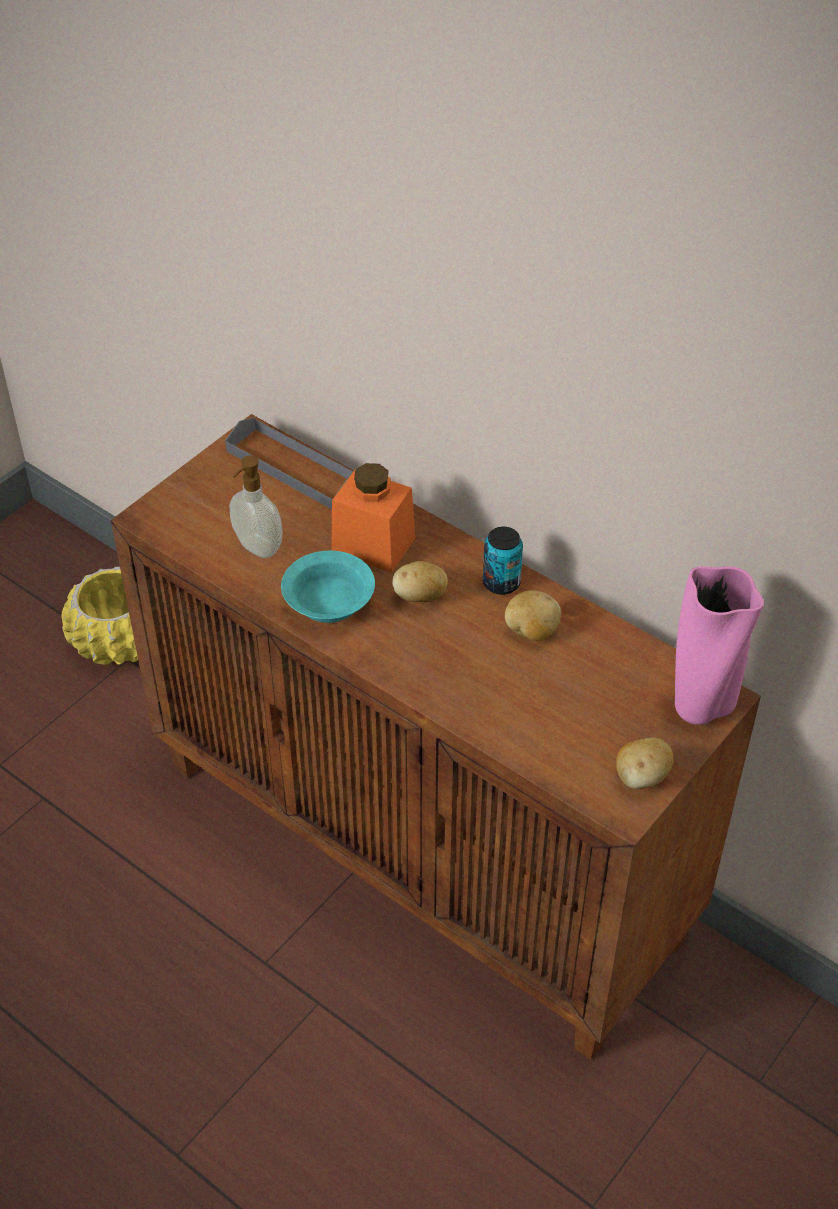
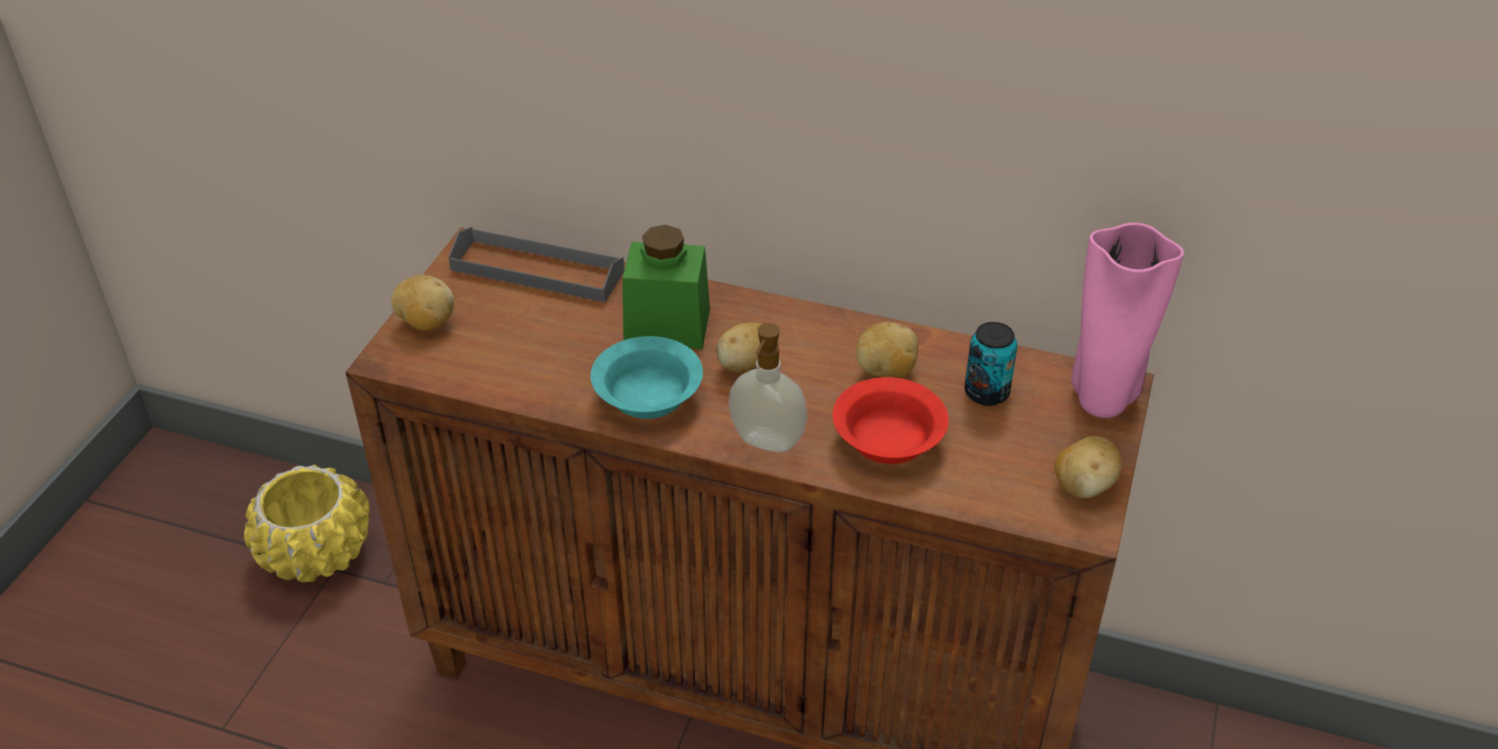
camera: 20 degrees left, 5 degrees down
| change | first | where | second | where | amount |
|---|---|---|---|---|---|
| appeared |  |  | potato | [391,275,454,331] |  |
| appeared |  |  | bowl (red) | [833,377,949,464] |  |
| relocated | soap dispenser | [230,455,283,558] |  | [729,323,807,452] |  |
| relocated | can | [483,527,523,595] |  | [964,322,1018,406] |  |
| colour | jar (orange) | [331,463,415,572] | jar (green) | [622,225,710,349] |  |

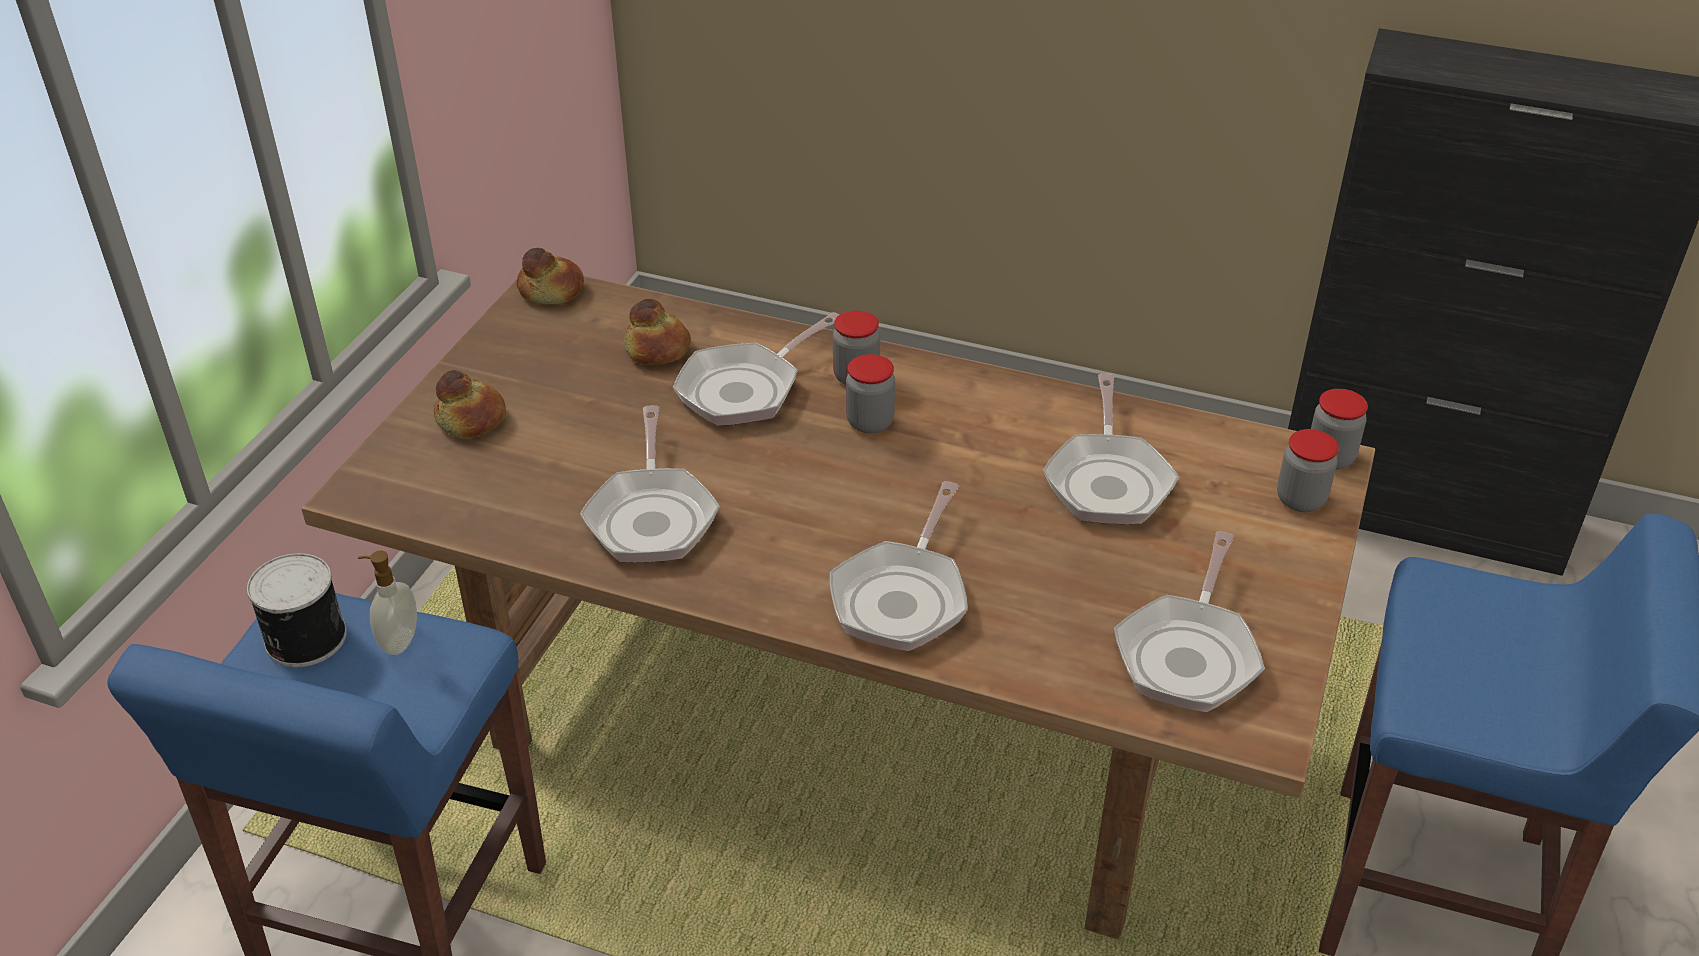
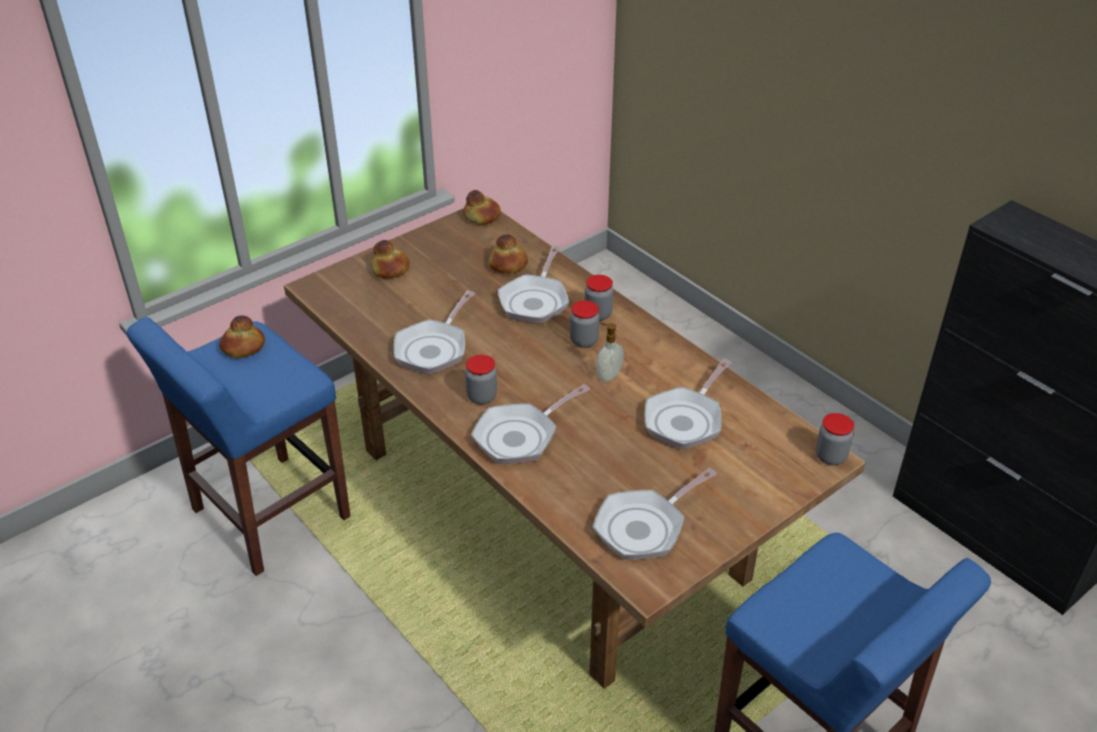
camera: 30 degrees right, 0 degrees up
| change | first | where | second | where | amount |
|---|---|---|---|---|---|
| relocated | soap dispenser | [358,551,417,655] |  | [596,323,624,382] |  |
| relocated | jar | [1277,429,1339,512] |  | [465,355,497,404] |  |
| exchanged | can | [247,553,347,667] | bread | [219,315,265,358] |  |
| spun | frying pan | [673,312,839,426] |  | [498,245,569,324] | 60 degrees counterclockwise |

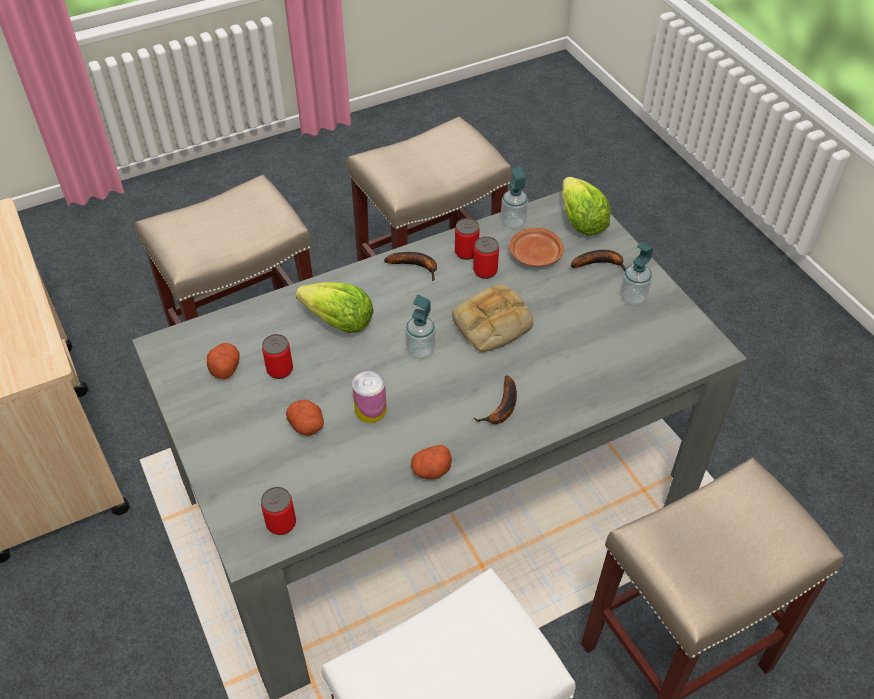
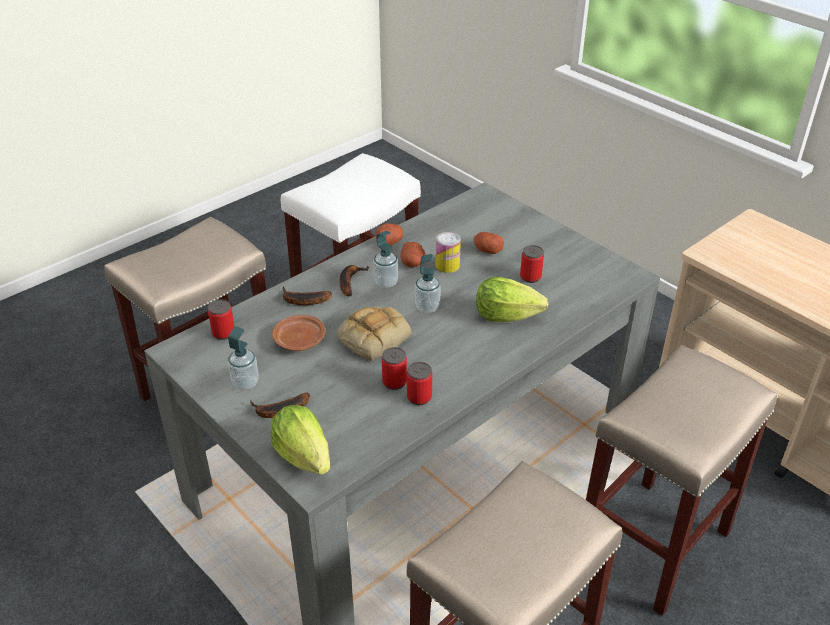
camera: 165 degrees right, 10 degrees down
| change | first | where | second | where | amount |
|---|---|---|---|---|---|
| relocated | potato | [207,343,240,379] |  | [401,242,425,267] |  |
| relocated | can | [261,487,296,535] |  | [208,299,235,340] |  |
| relocated | banana | [384,252,437,281] |  | [283,286,332,305] |  |
| relocated | soap dispenser | [501,167,528,228] |  | [374,231,398,288] |  |
| relocated | plate (brown) | [509,228,564,267] |  | [272,315,325,351] |  |

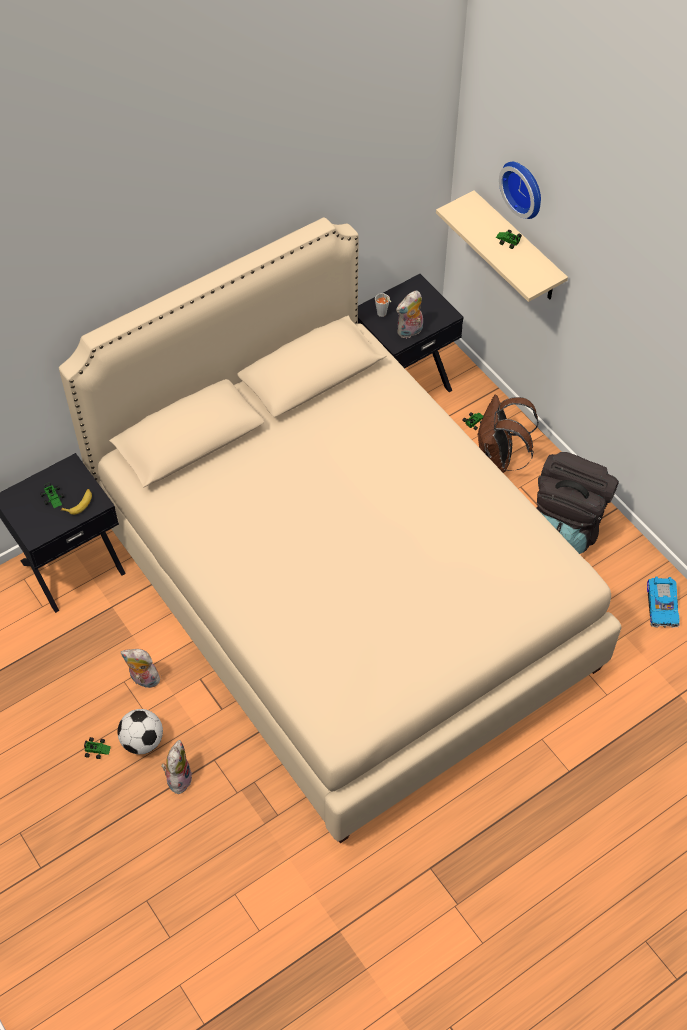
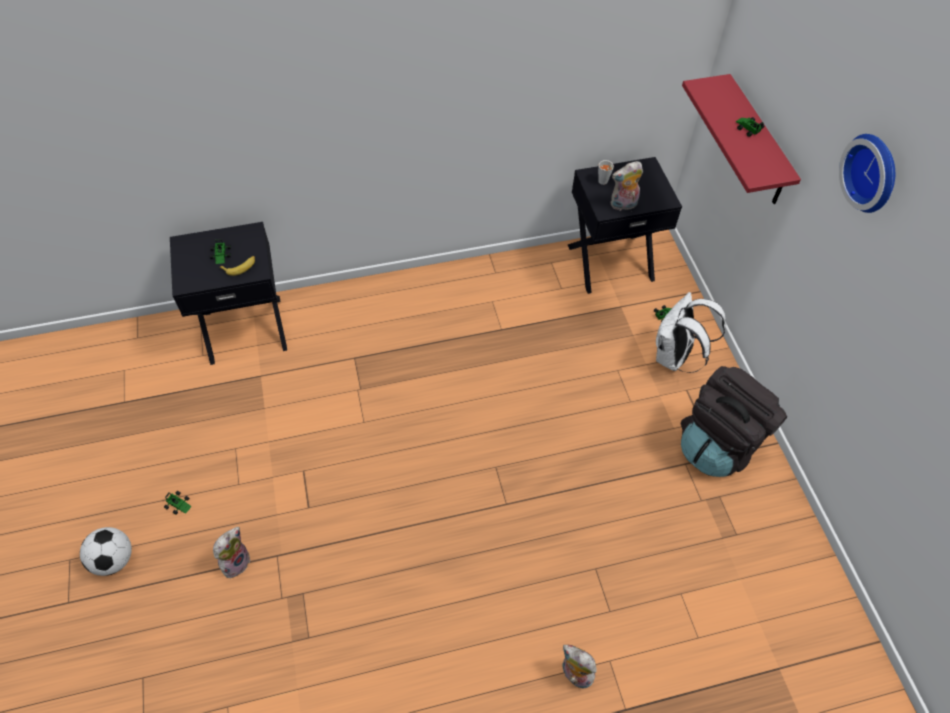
camera: 20 degrees right, 0 degrees up
| change | first | where | second | where | amount |
|---|---|---|---|---|---|
| missing | bed (beige) | [59,217,622,843] |  |  |  |
| missing | toy car | [647,576,680,628] |  |  |  |
| relocated | football | [118,709,163,754] |  | [80,527,132,576] |  |
| relocated | plush toy | [121,649,160,688] |  | [562,645,597,689] |  |
| relocated | wall clock | [499,162,541,219] |  | [839,134,895,213] |  |
| colour | shelf (beige) | [436,190,568,302] | shelf (red) | [682,74,801,204] |  |
| colour | backpack (brown) | [477,395,539,473] | backpack (white) | [656,292,725,373] |  |

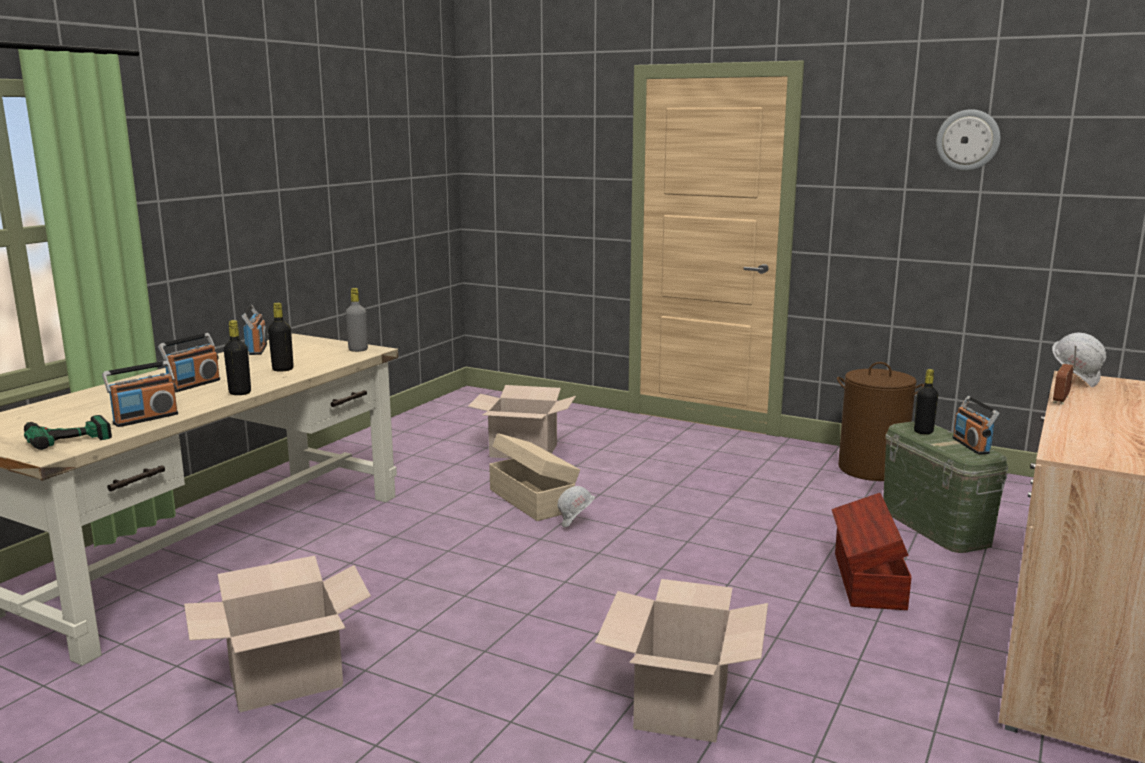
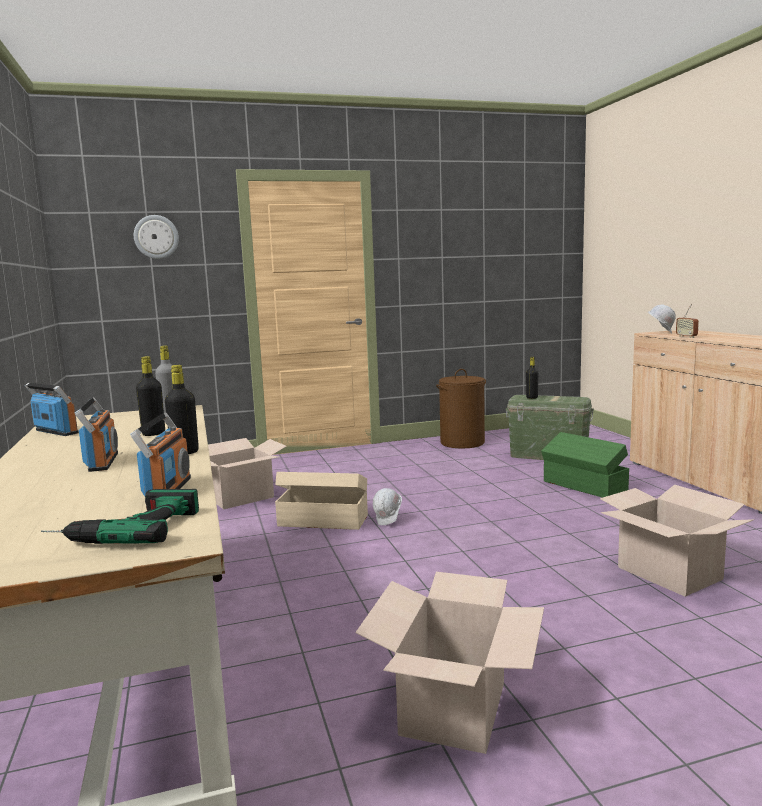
camera: 45 degrees left, 5 degrees down
| change | first | where | second | where | amount |
|---|---|---|---|---|---|
| missing | radio | [952,396,999,454] |  |  |  |
| relocated | wall clock | [936,109,1000,171] |  | [134,215,179,259] |  |
| colour | storage box (brown) | [832,493,912,610] | storage box (green) | [541,432,629,498] |  |

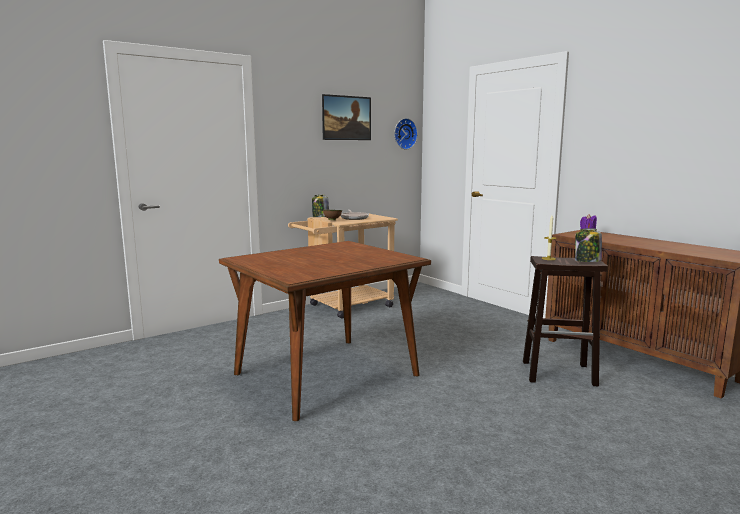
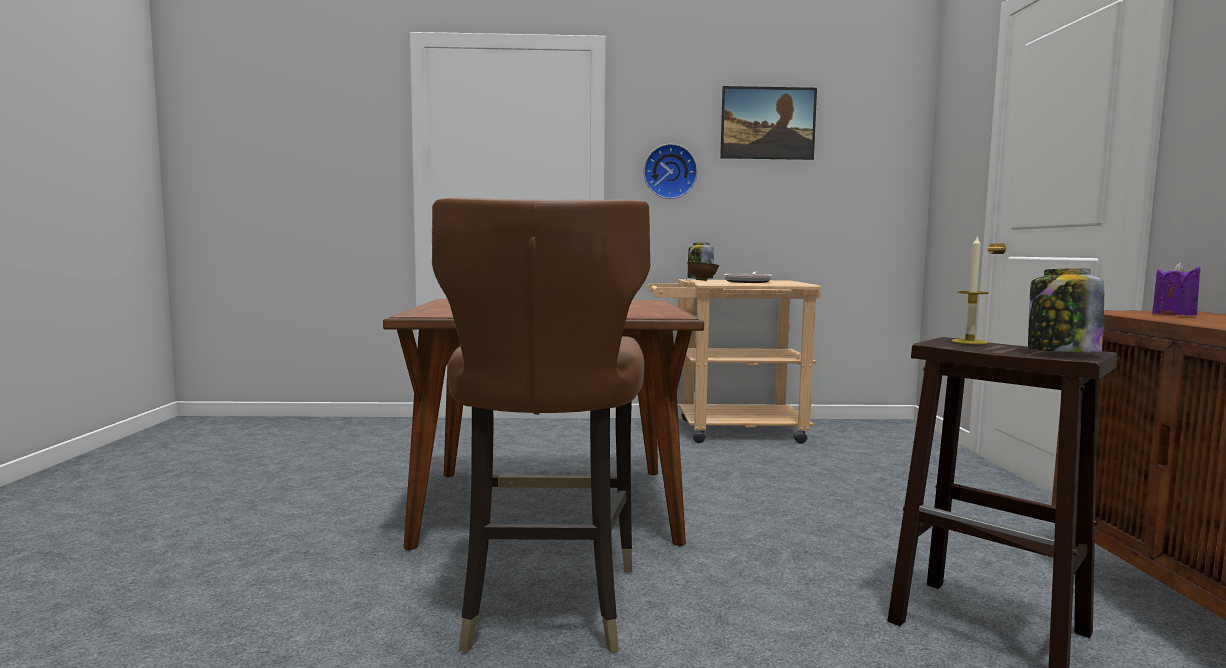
camera: 35 degrees right, 5 degrees down
| change | first | where | second | where | amount |
|---|---|---|---|---|---|
| appeared |  |  | chair (brown) | [432,197,650,653] |  |
| relocated | wall clock | [394,118,418,150] |  | [644,144,697,199] |  |

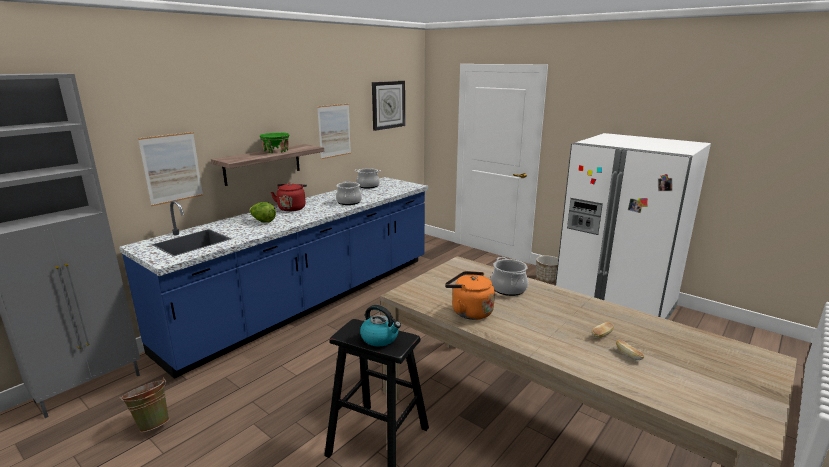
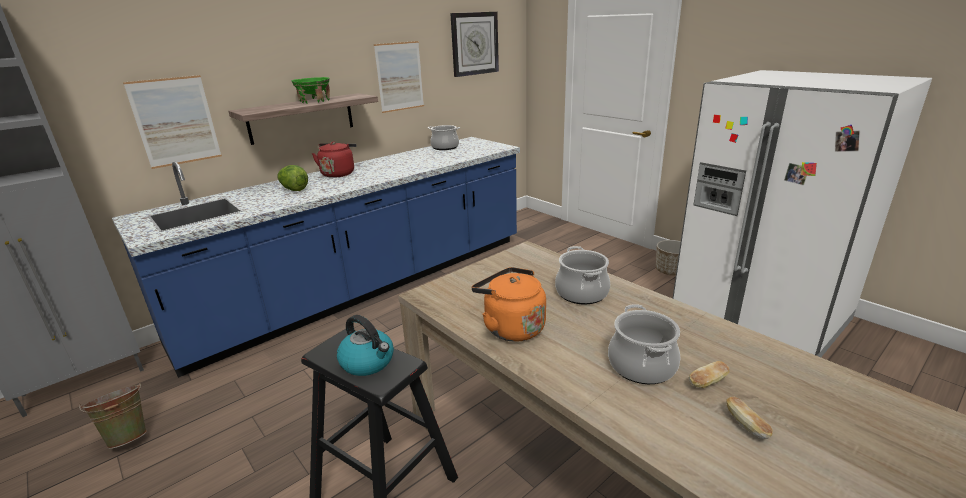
camera: 10 degrees right, 5 degrees up
| change | first | where | second | where | amount |
|---|---|---|---|---|---|
| relocated | cooking pot | [336,181,362,205] |  | [608,304,680,384] |  |

